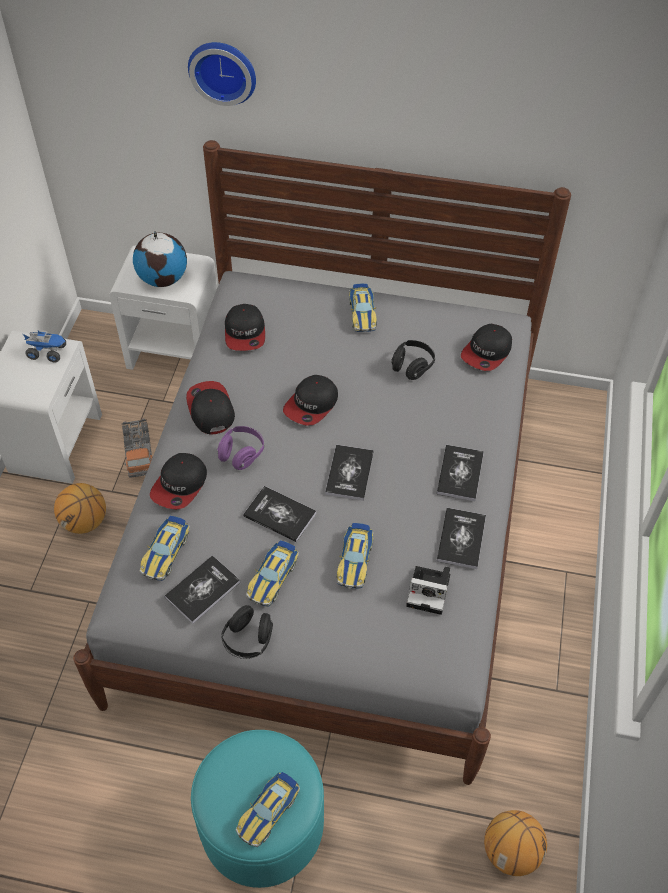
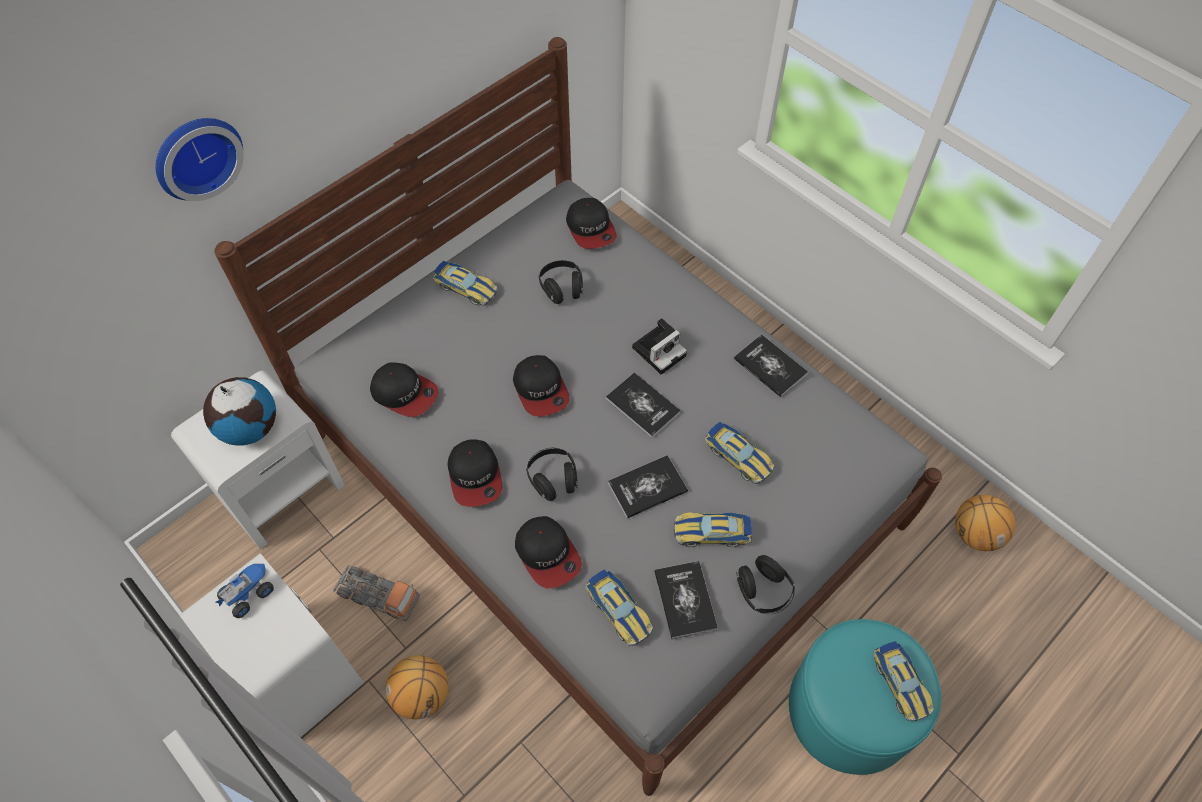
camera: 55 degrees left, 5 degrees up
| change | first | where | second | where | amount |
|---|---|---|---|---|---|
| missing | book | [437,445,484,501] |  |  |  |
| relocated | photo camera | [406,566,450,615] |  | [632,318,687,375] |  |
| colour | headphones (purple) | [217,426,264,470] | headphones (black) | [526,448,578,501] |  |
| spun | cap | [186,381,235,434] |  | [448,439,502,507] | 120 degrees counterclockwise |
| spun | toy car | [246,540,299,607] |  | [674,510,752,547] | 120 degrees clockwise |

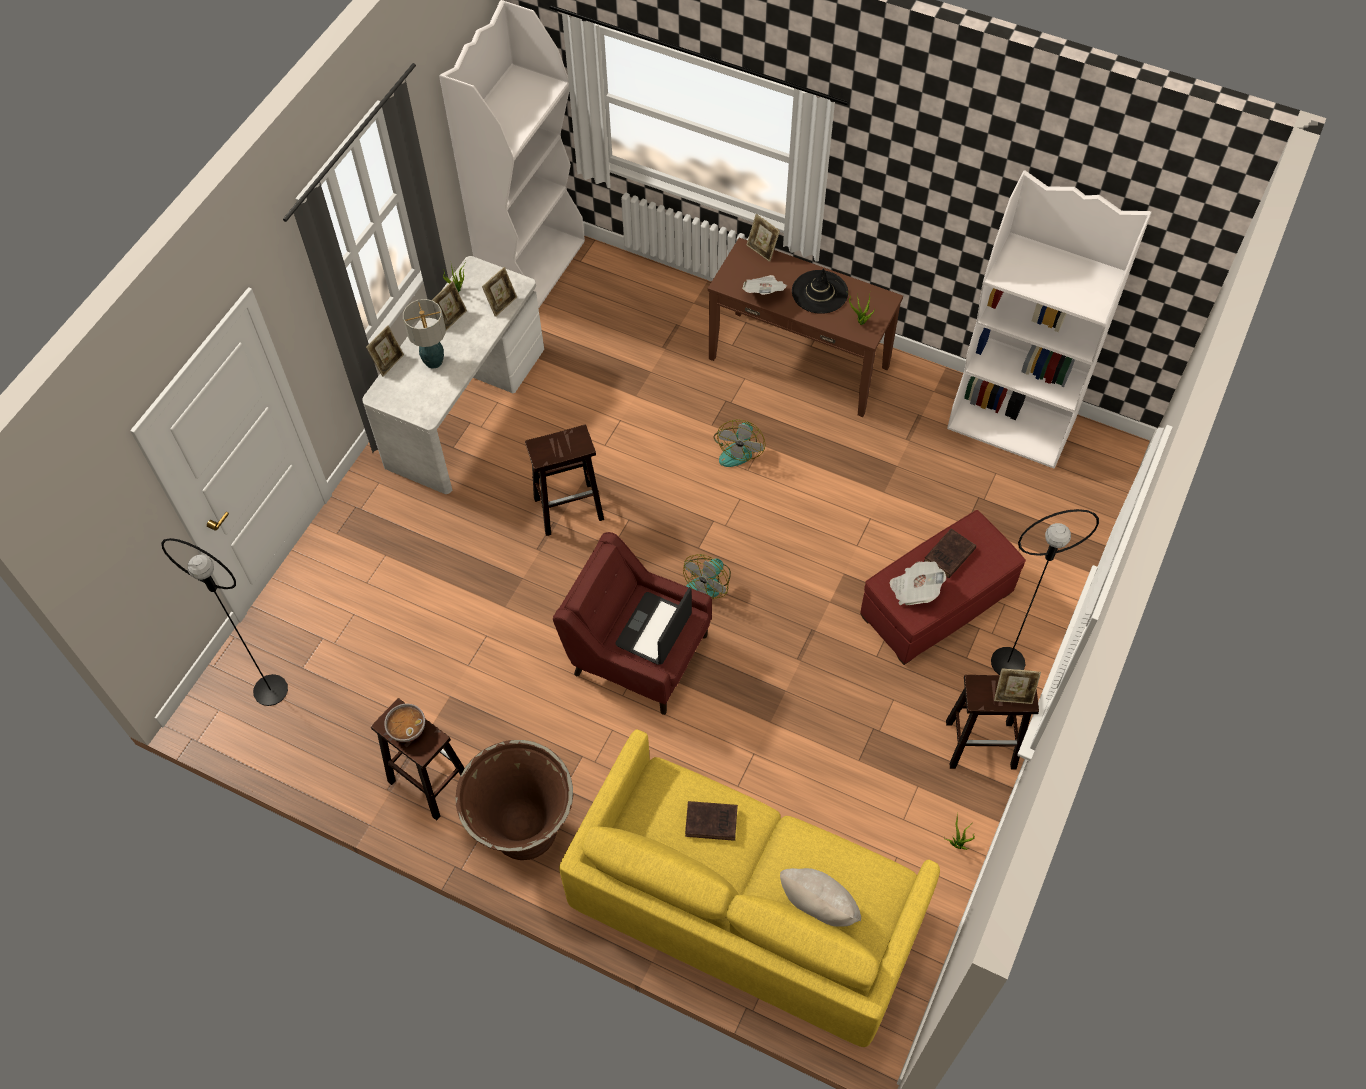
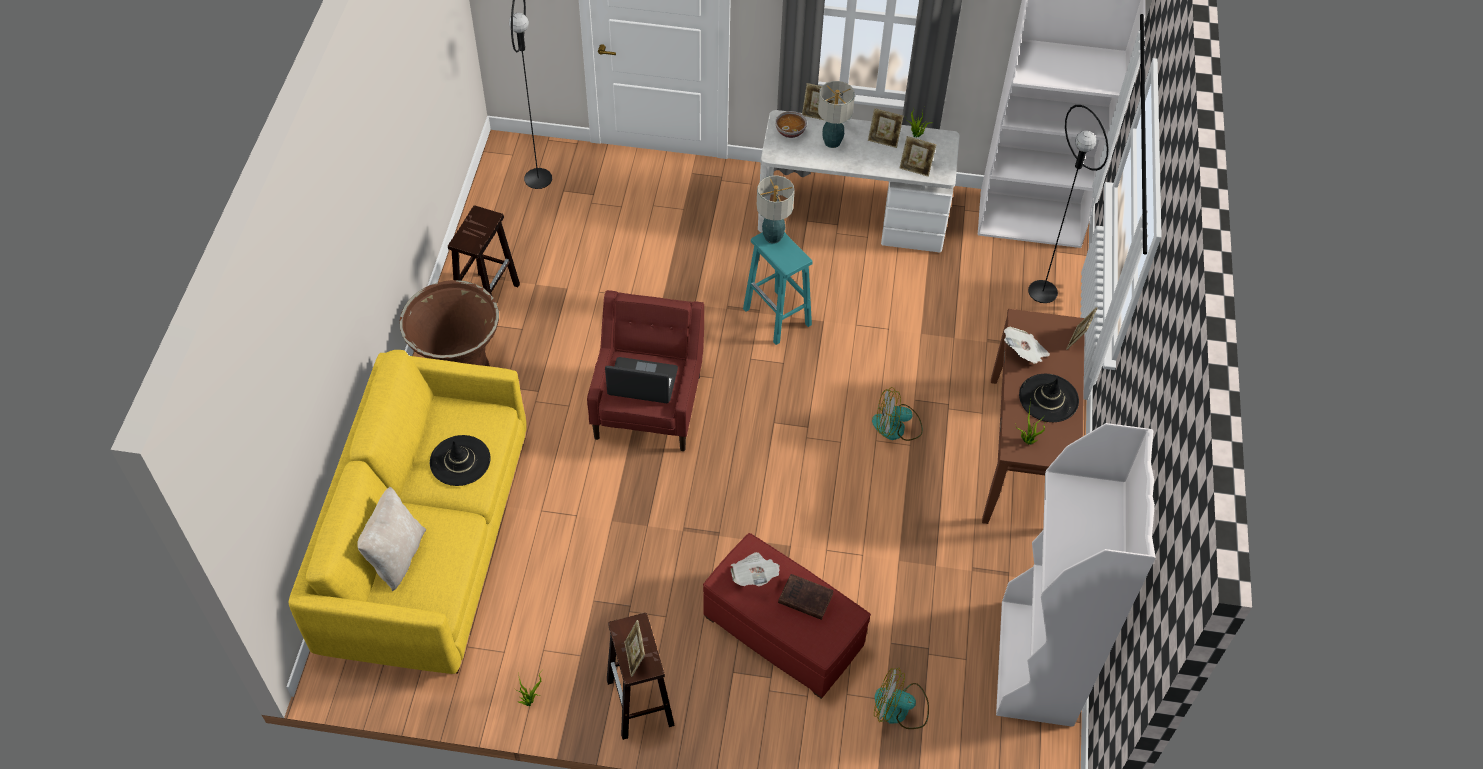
camera: 70 degrees right, 5 degrees down
| change | first | where | second | where | amount |
|---|---|---|---|---|---|
| appeared |  |  | table lamp | [757,175,795,244] |  |
| relocated | bowl | [384,704,425,742] |  | [775,111,807,138] |  |
| relocated | fan | [683,554,731,599] |  | [874,668,929,729] |  |
| relocated | floor lamp (black) | [991,509,1099,675] |  | [1028,105,1109,303] |  |
| exchanged | book (brown) | [685,801,738,841] | hat (black) | [430,435,491,486] |  |
| colour | stool (brown) | [525,425,604,536] | stool (turquoise) | [743,232,812,345] |  |

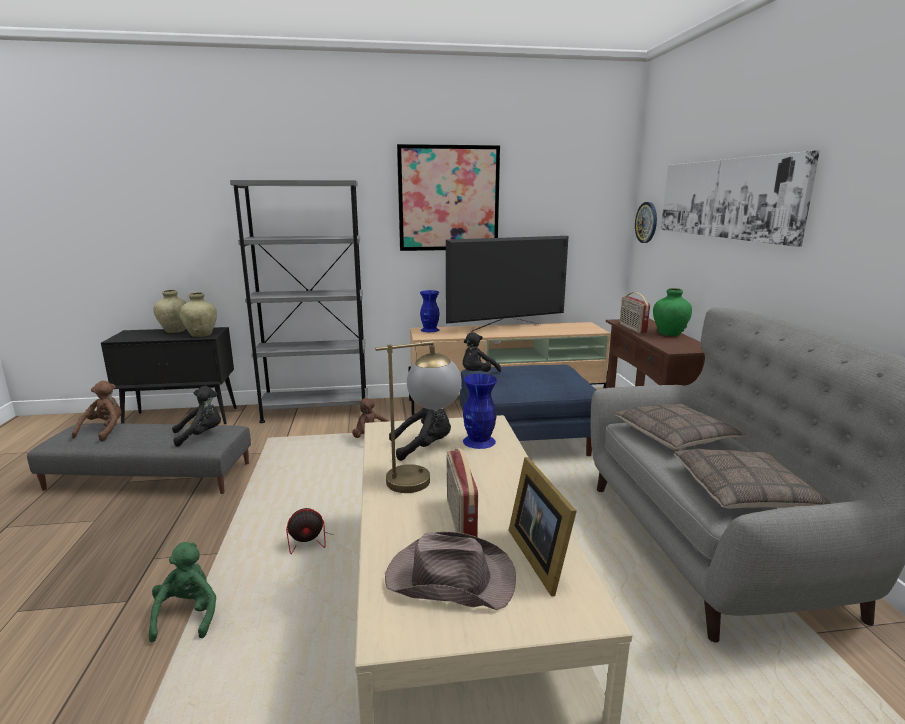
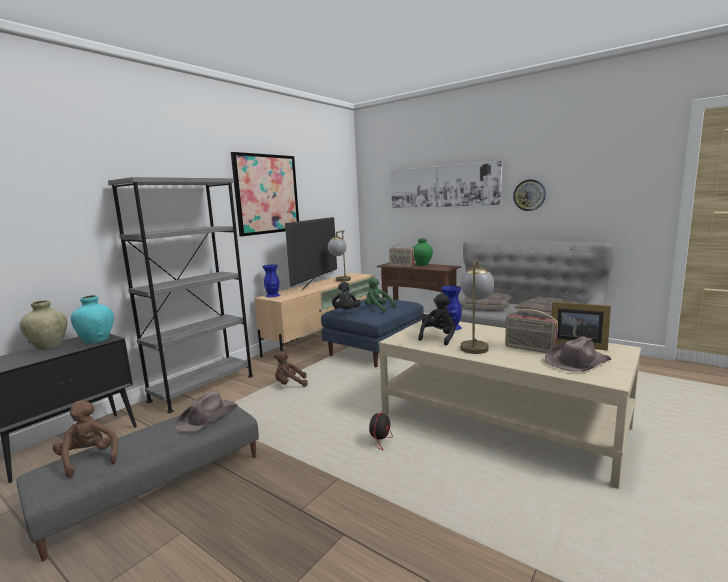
camera: 45 degrees left, 5 degrees down
| change | first | where | second | where | amount |
|---|---|---|---|---|---|
| appeared |  |  | table lamp | [328,230,351,282] |  |
| relocated | plush toy (green) | [149,542,216,642] |  | [365,278,396,312] |  |
| relocated | wall clock | [635,202,657,243] |  | [513,179,546,211] |  |
| exchanged | plush toy (black) | [172,386,221,447] | hat (brown) | [174,392,237,432] |  |
| colour | vase (beige) | [180,292,217,337] | vase (turquoise) | [71,295,114,344] |  |

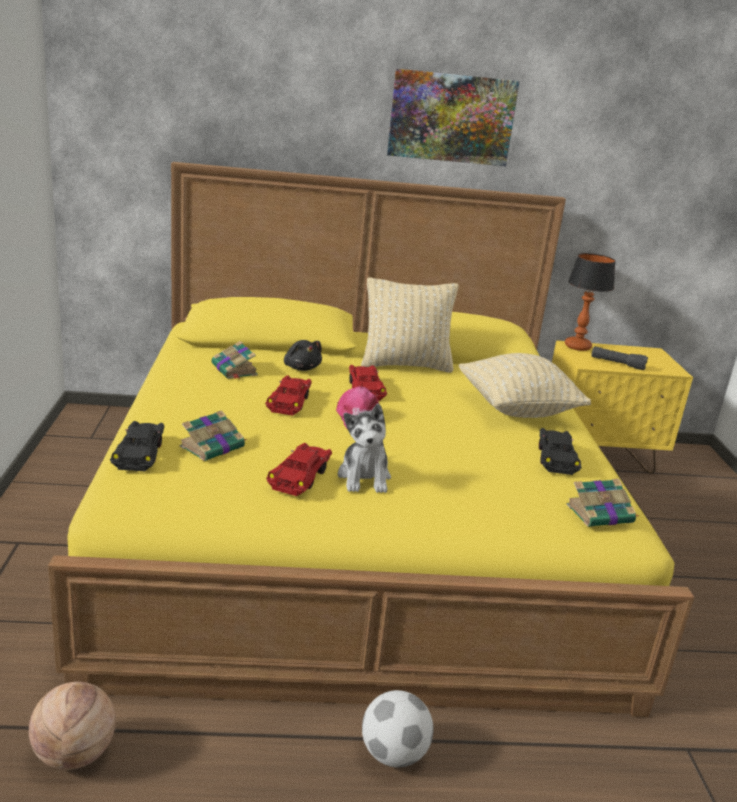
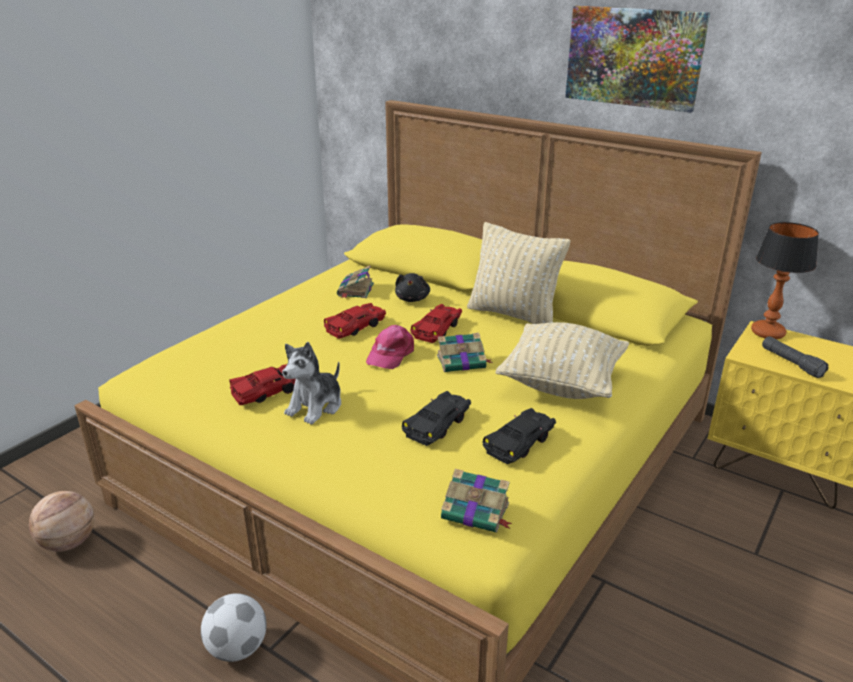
camera: 40 degrees right, 5 degrees up
| change | first | where | second | where | amount |
|---|---|---|---|---|---|
| relocated | toy car (black) | [110,421,165,471] |  | [402,391,471,446] |  |
| relocated | book | [180,410,247,461] |  | [437,333,493,372] |  |

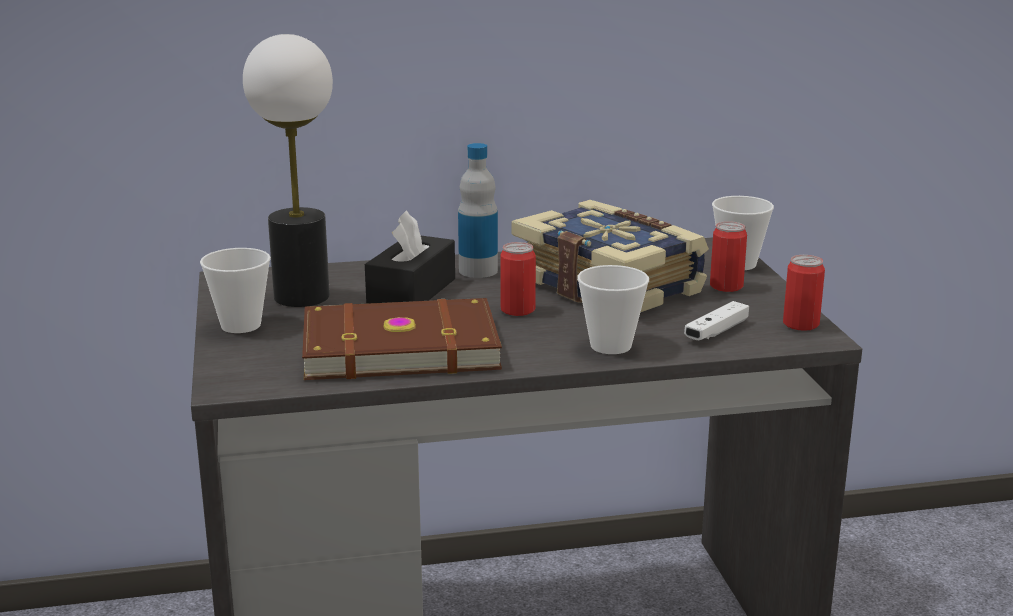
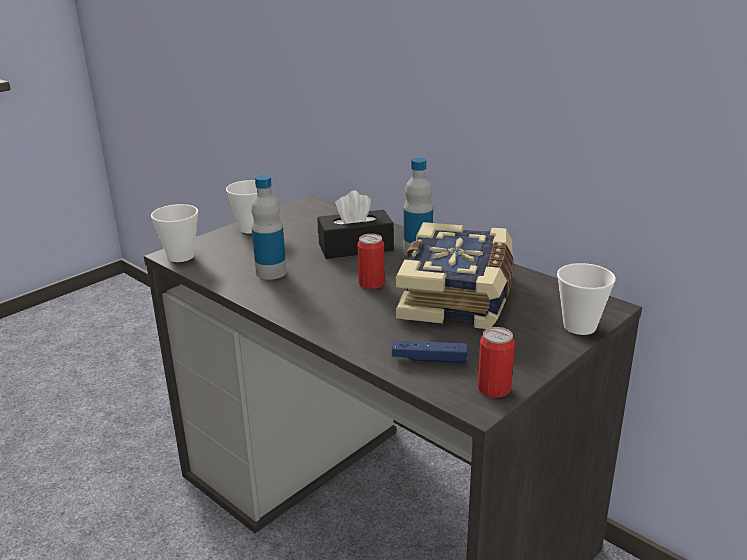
camera: 55 degrees right, 5 degrees up
| change | first | where | second | where | amount |
|---|---|---|---|---|---|
| missing | table lamp | [243,34,333,307] |  |  |  |
| missing | can | [710,221,747,292] |  |  |  |
| relocated | cup | [577,265,649,354] |  | [151,204,198,262] |  |
| exchanged | book (brown) | [302,298,502,380] | bottle | [251,175,286,280] |  |
| colour | game controller (white) | [684,301,749,340] | game controller (blue) | [392,340,468,363] |  |

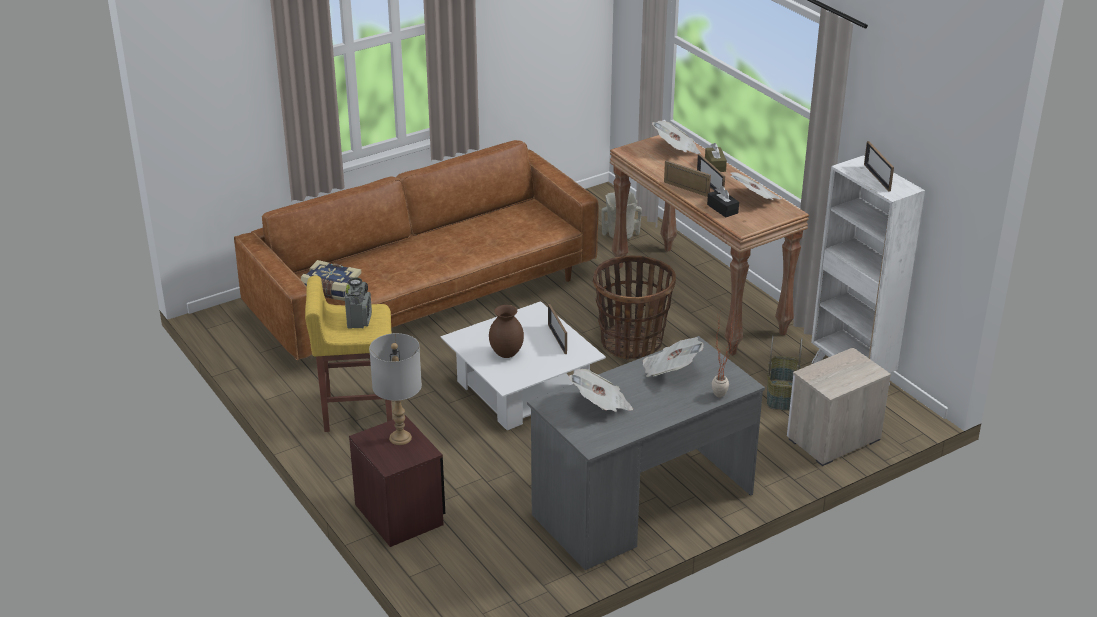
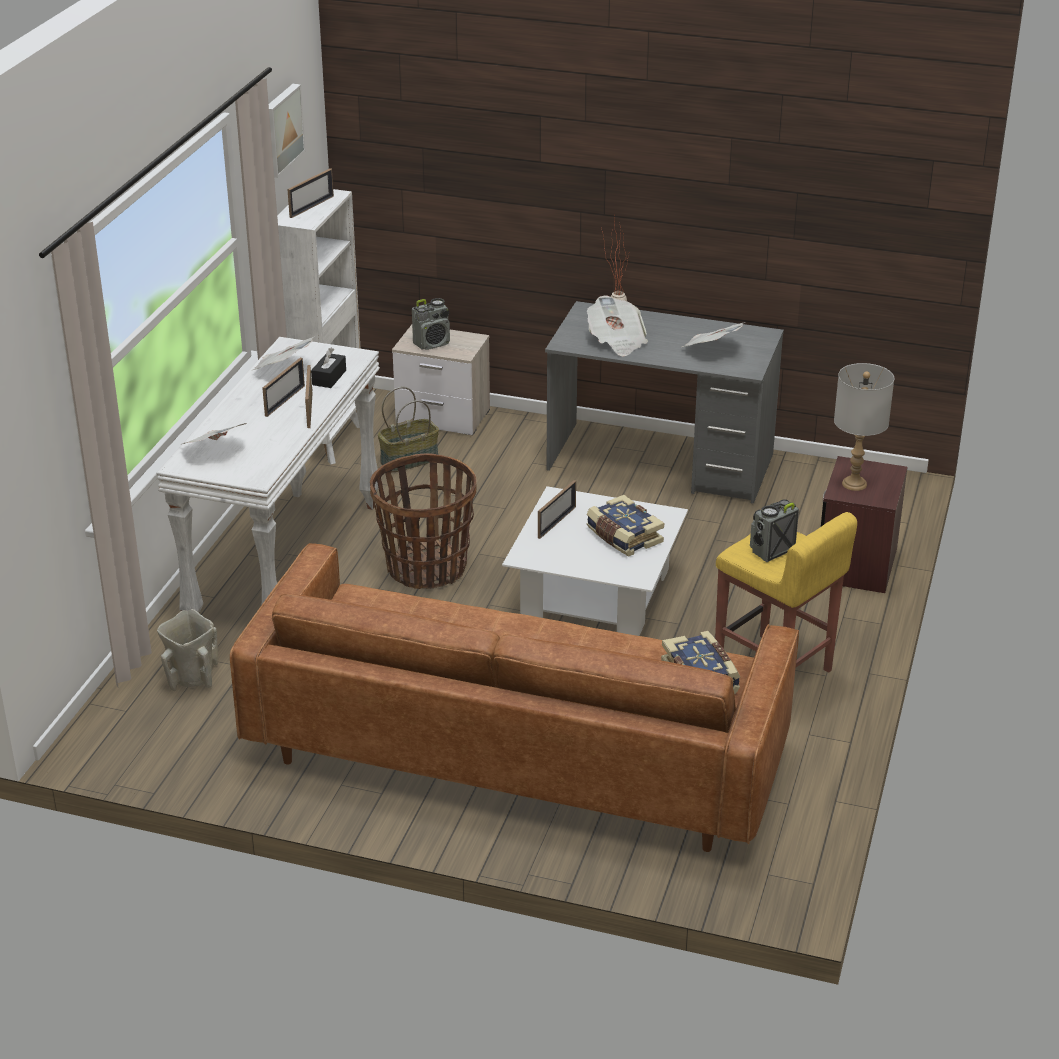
camera: 130 degrees left, 0 degrees up
| change | first | where | second | where | amount |
|---|---|---|---|---|---|
| missing | tissue box (brown) | [705,143,727,172] |  |  |  |
| appeared |  |  | picture | [269,84,306,178] |  |
| appeared |  |  | radio | [412,298,450,350] |  |
| exchanged | vase (brown) | [489,305,524,358] | book | [587,495,664,557] |  |
| colour | console table (brown) | [610,135,809,356] | console table (white) | [156,337,380,613] |  |

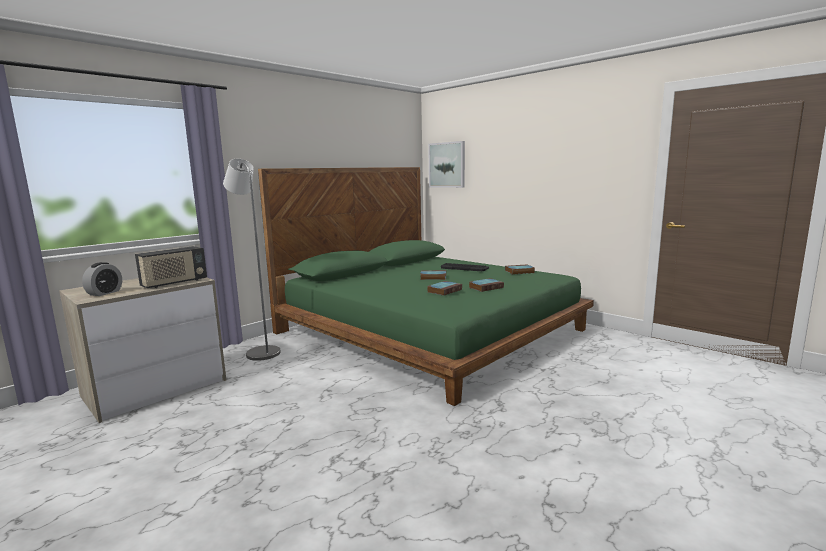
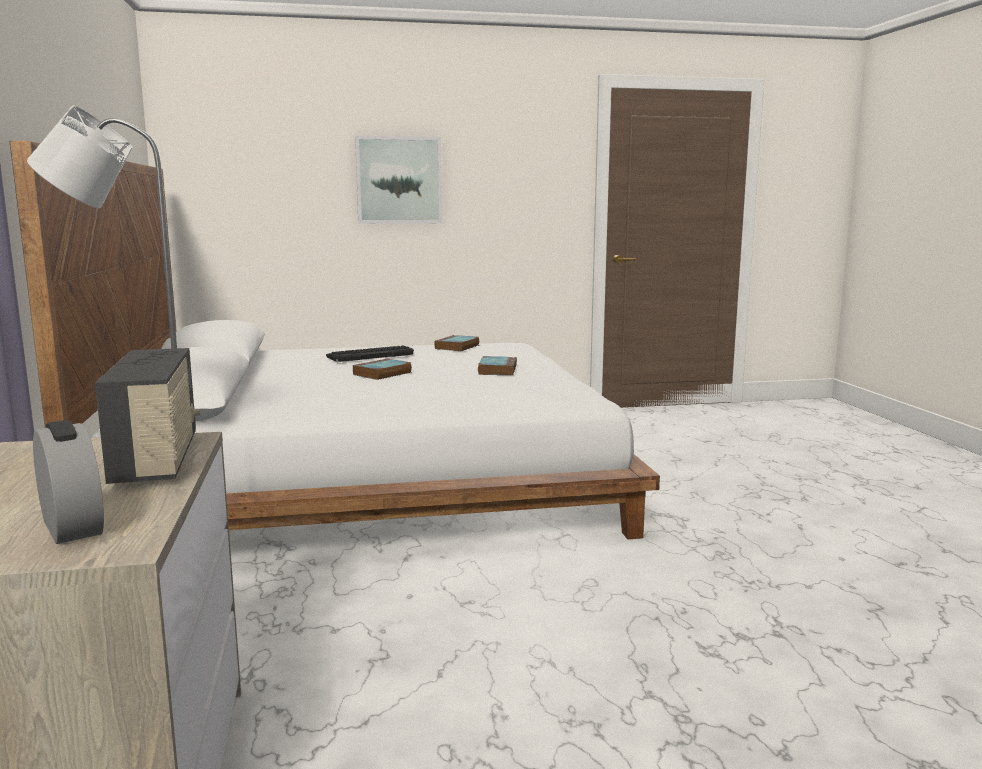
camera: 55 degrees left, 0 degrees up
| change | first | where | second | where | amount |
|---|---|---|---|---|---|
| missing | book | [427,281,462,296] |  |  |  |
| relocated | picture | [428,141,465,188] |  | [355,136,442,224] |  |
| colour | bed (green) | [258,167,594,406] | bed (white) | [10,141,660,539] |  |

